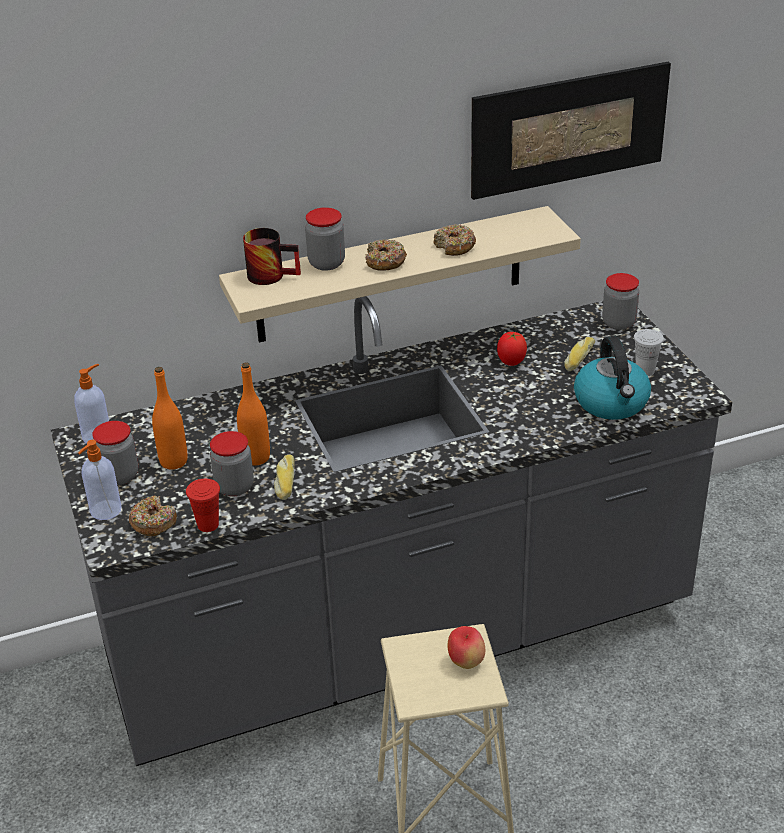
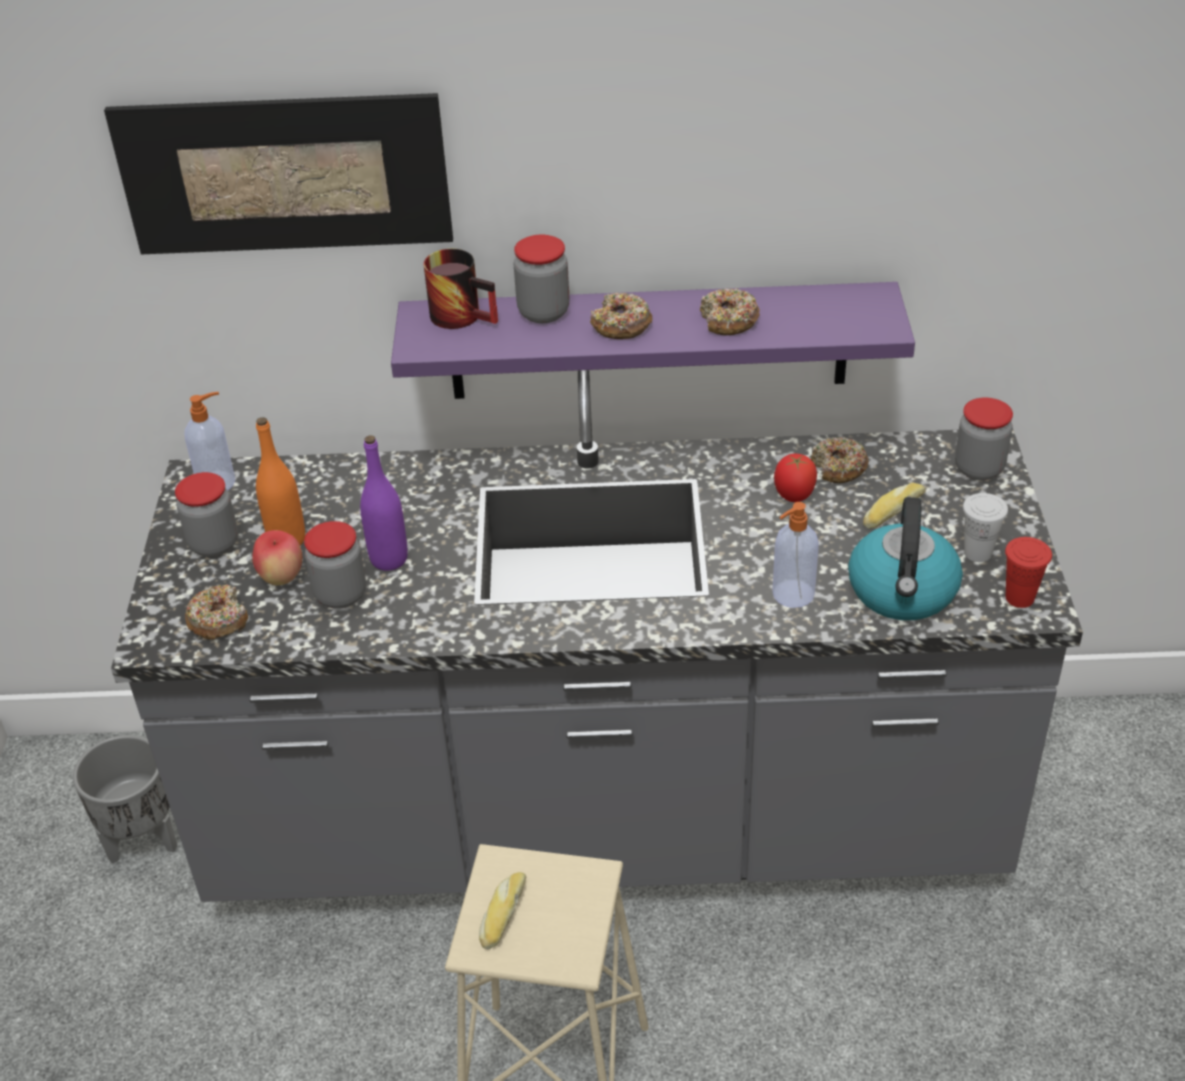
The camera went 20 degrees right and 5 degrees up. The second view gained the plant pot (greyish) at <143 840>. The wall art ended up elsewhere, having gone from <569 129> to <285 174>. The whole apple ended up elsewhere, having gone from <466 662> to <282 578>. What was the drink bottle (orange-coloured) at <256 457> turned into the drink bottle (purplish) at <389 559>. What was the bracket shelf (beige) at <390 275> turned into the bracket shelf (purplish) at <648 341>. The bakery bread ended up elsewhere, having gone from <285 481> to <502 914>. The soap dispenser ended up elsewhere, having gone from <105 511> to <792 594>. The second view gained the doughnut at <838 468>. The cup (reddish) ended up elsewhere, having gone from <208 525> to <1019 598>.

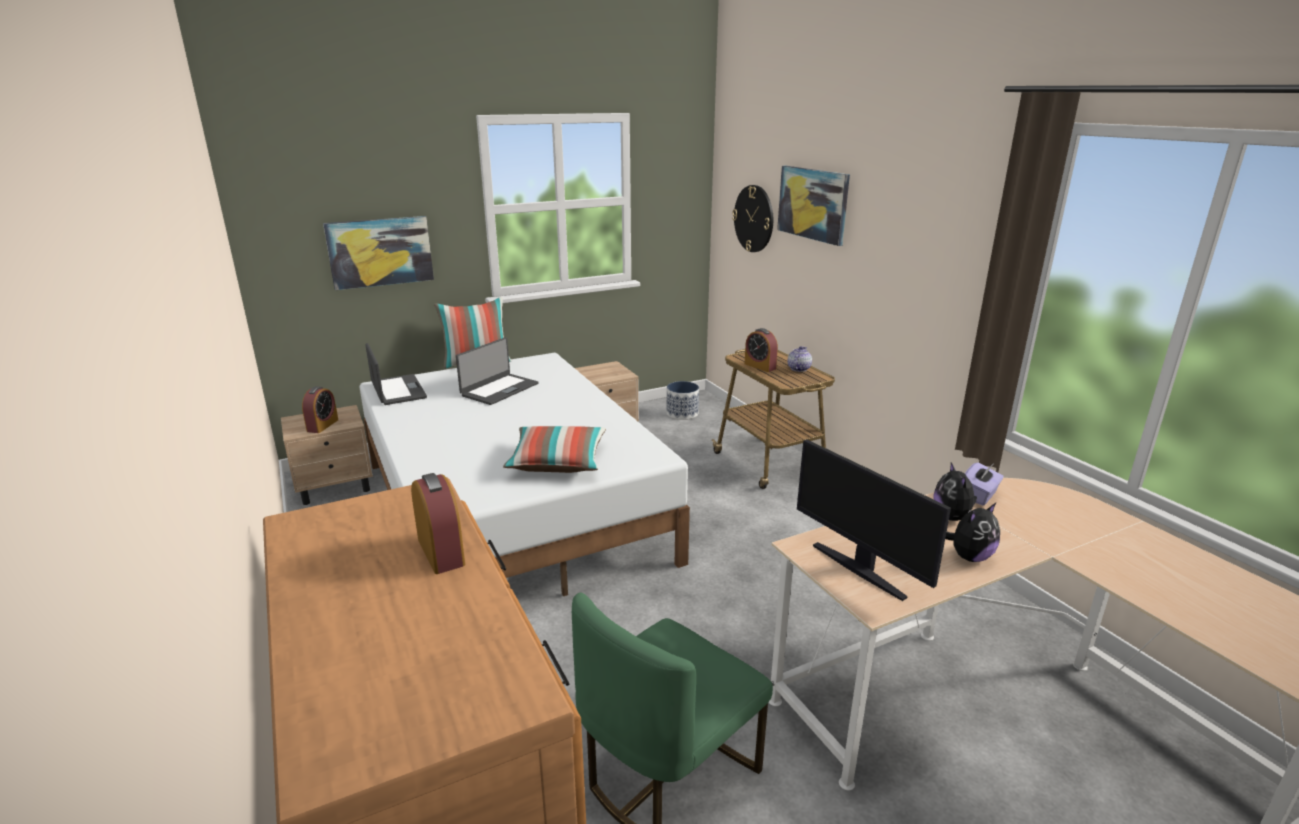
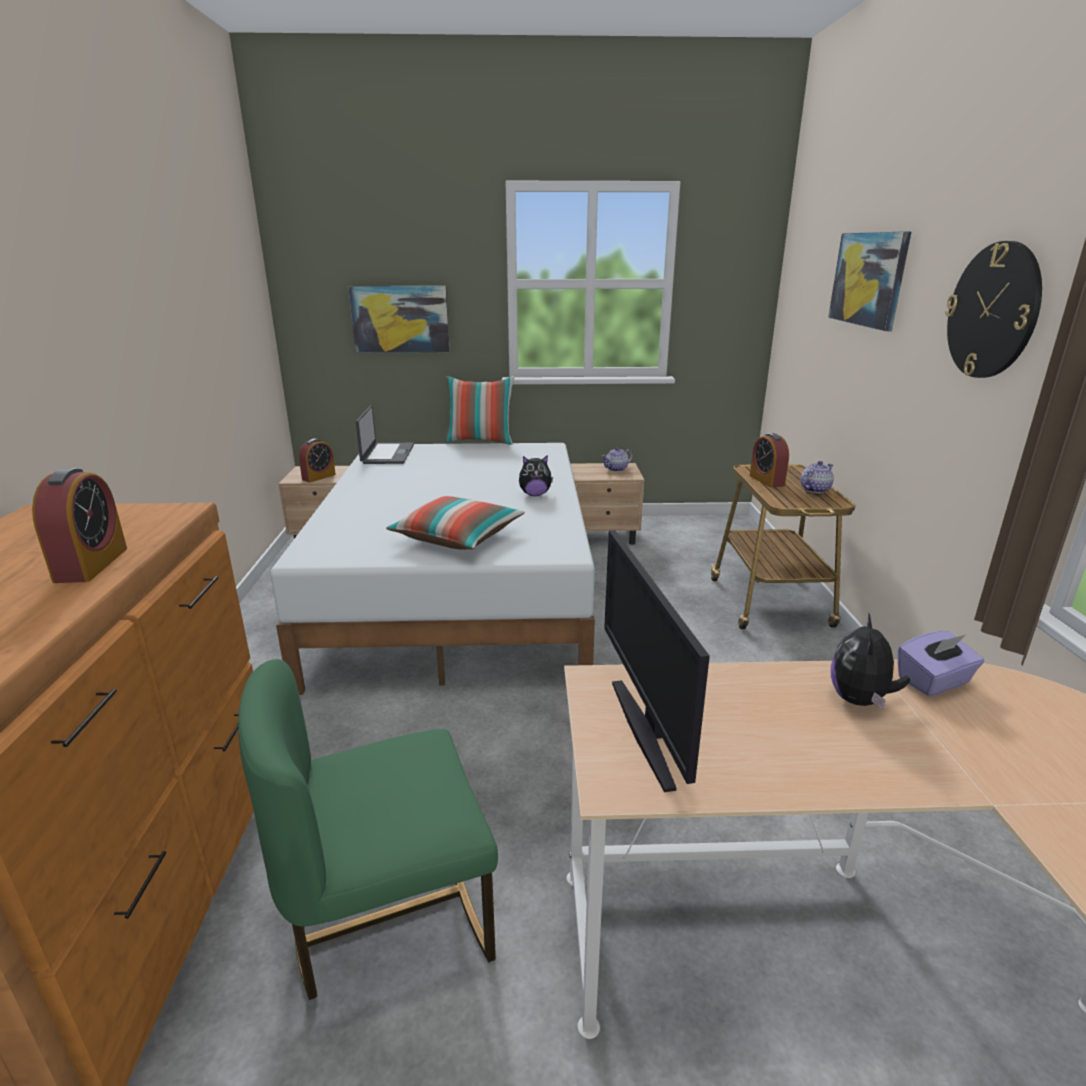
The camera went 25 degrees right and 0 degrees up. The soft toy ended up elsewhere, having gone from <969 557> to <535 494>. The second view gained the tea pot at <616 469>. The wall clock ended up elsewhere, having gone from <754 218> to <993 311>. The second view lost the notebook computer at <499 389>. The second view lost the plant pot at <682 413>.

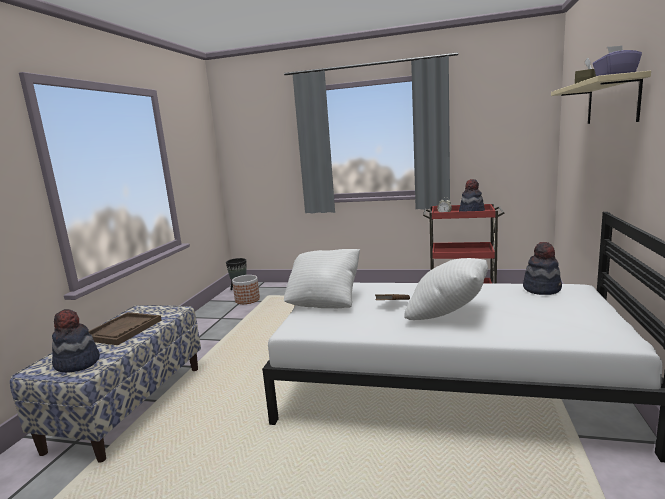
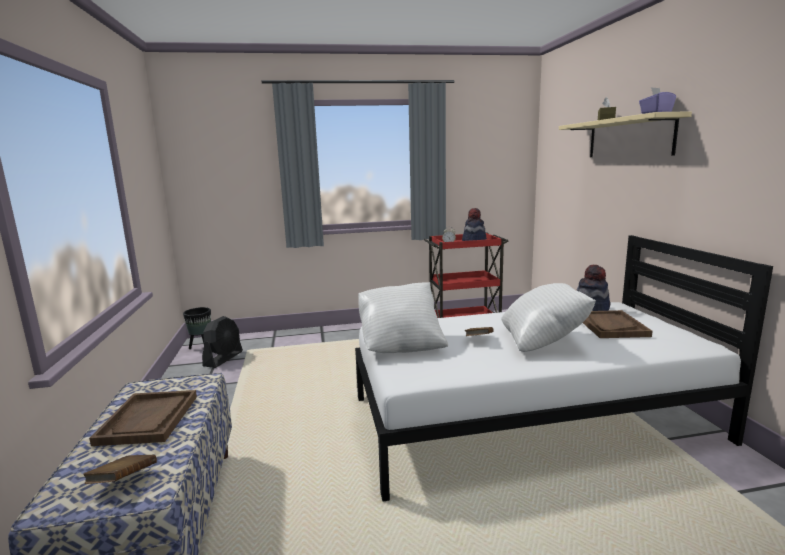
The camera went 25 degrees left and 0 degrees up. Where the hat stood at <77 363>, the book (brownish) came to stand at <123 481>. Where the plant pot stood at <247 300>, the cooling fan (black) came to stand at <223 358>. The second view gained the serving tray (brownish) at <611 326>.

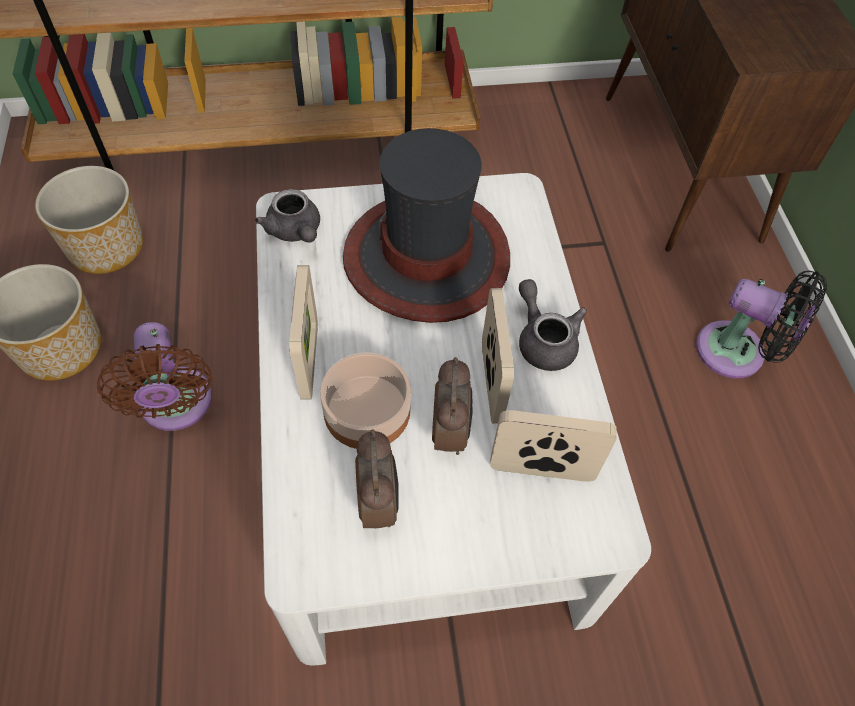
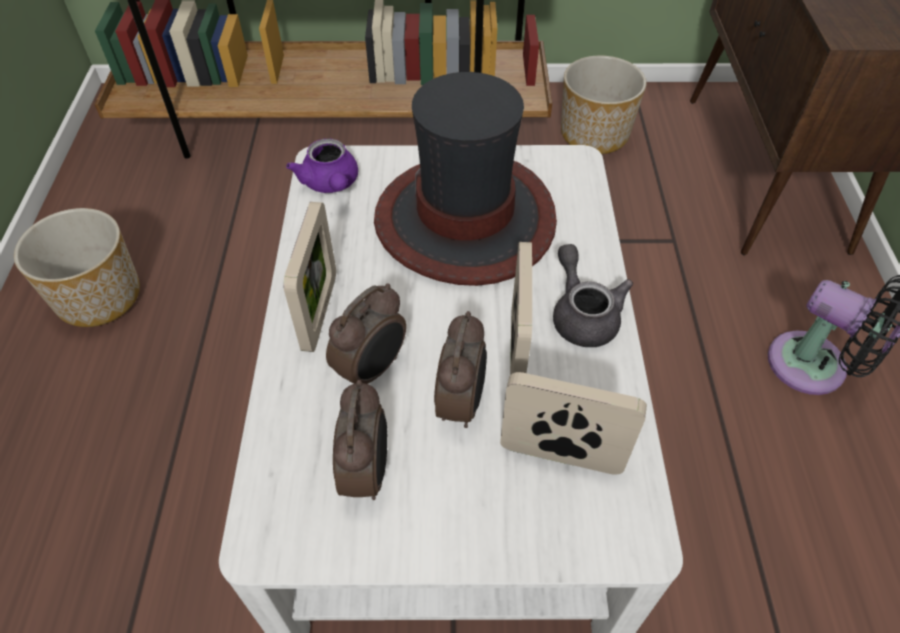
The camera went 10 degrees right and 5 degrees down. What was the tea pot (greyish) at <295 232> turned into the tea pot (purplish) at <331 184>. Where the serving bowl stood at <367 409>, the bedside clock came to stand at <373 369>. The plant pot ended up elsewhere, having gone from <107 248> to <595 135>. The second view lost the cooling fan (brownish) at <176 406>.

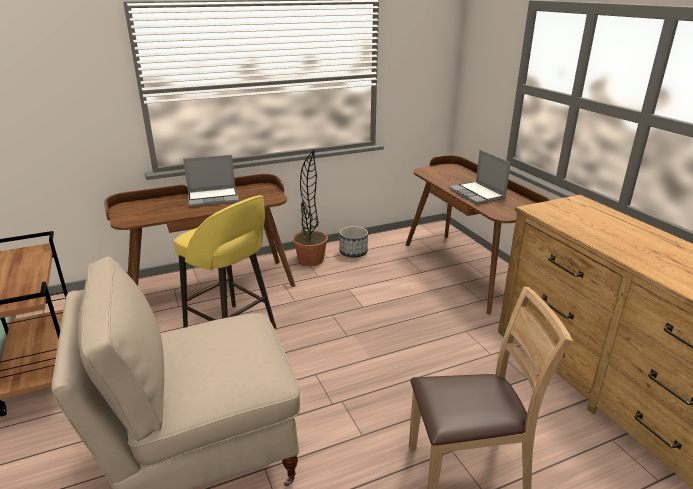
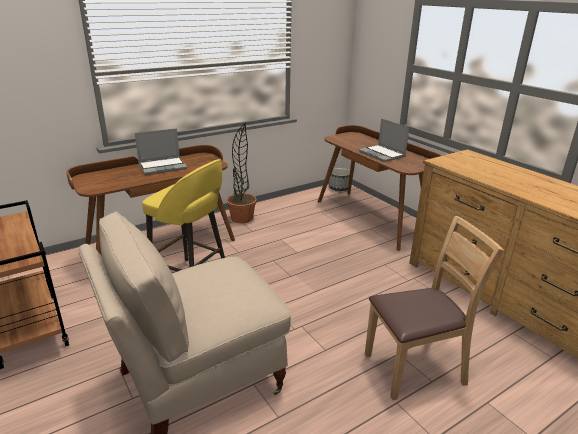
The camera went 10 degrees left and 0 degrees up. The plant pot ended up elsewhere, having gone from <353 252> to <339 188>.

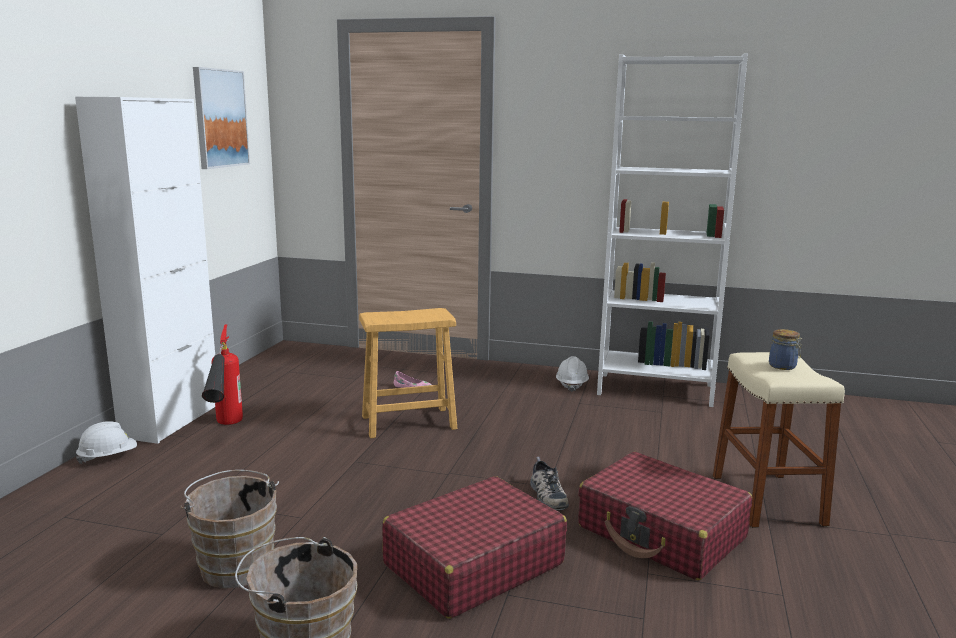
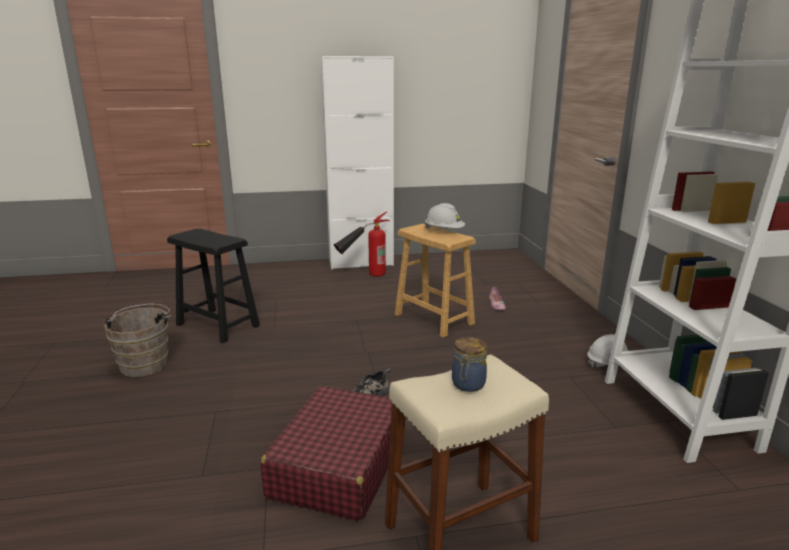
The camera went 65 degrees right and 5 degrees up. Where the pail (brownish) stood at <236 564>, the sitting stool (black) came to stand at <218 325>. The hard hat (white) ended up elsewhere, having gone from <108 457> to <444 231>. The second view lost the wall art at <220 118>. The second view lost the suitcase (reddish) at <473 564>.

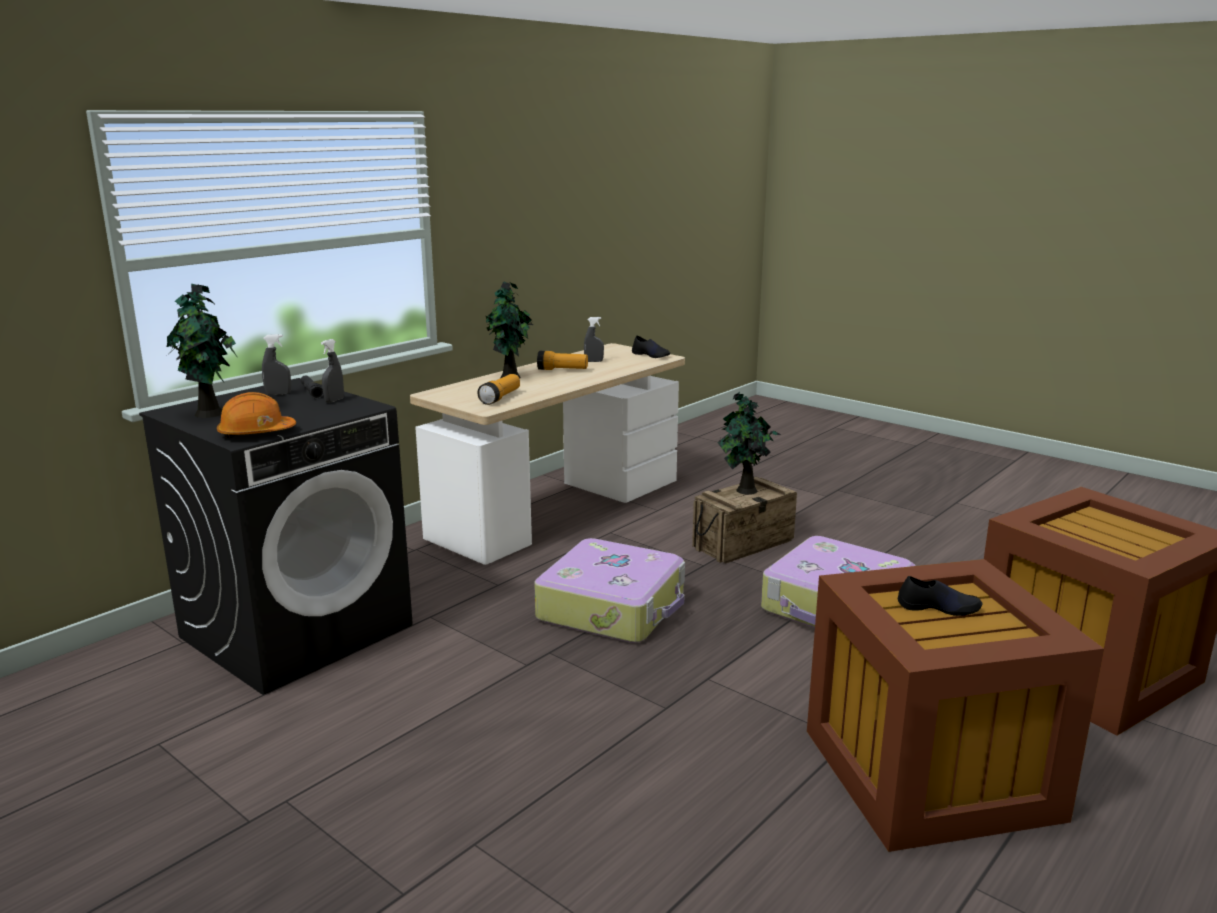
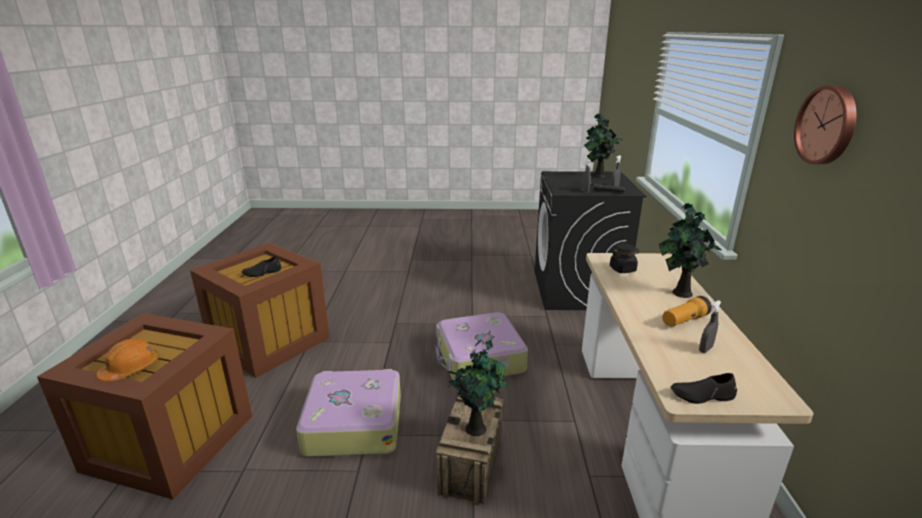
The camera went 140 degrees right and 5 degrees up. The hard hat (orange-coloured) ended up elsewhere, having gone from <256 433> to <131 369>. Where the torch stood at <500 398>, the jar (black) came to stand at <622 269>. The second view gained the wall clock at <827 125>.

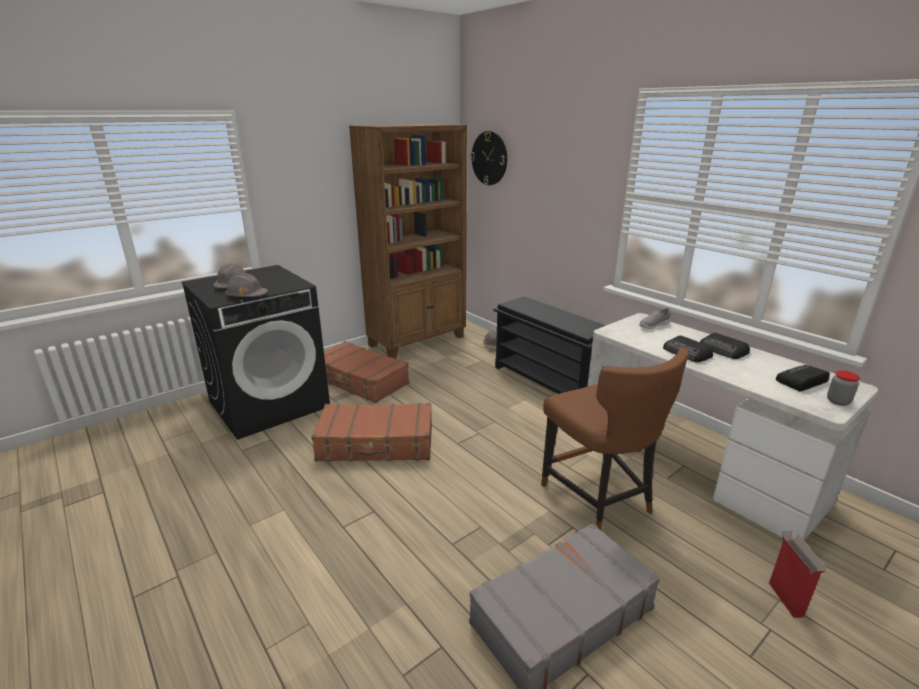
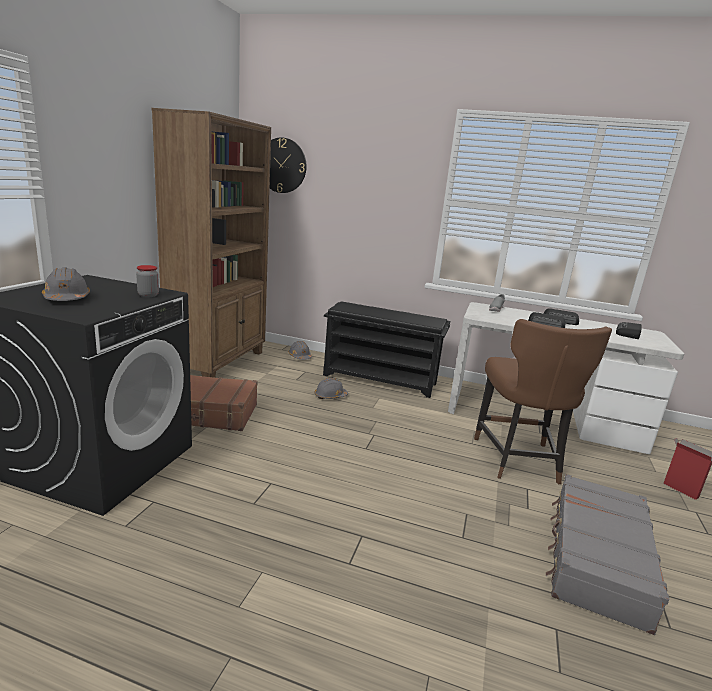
The camera went 35 degrees left and 5 degrees down. The jar ended up elsewhere, having gone from <838 401> to <148 295>. The hard hat (greyish) ended up elsewhere, having gone from <246 296> to <330 396>. The upright chair (brownish) at <599 498> ended up facing another way, 60 degrees clockwise from before. The second view lost the suitcase (brownish) at <376 444>.

